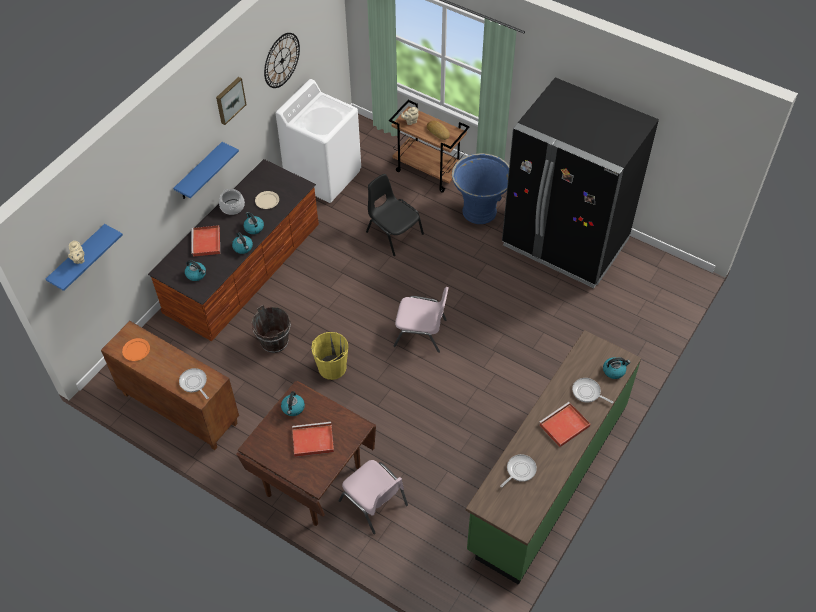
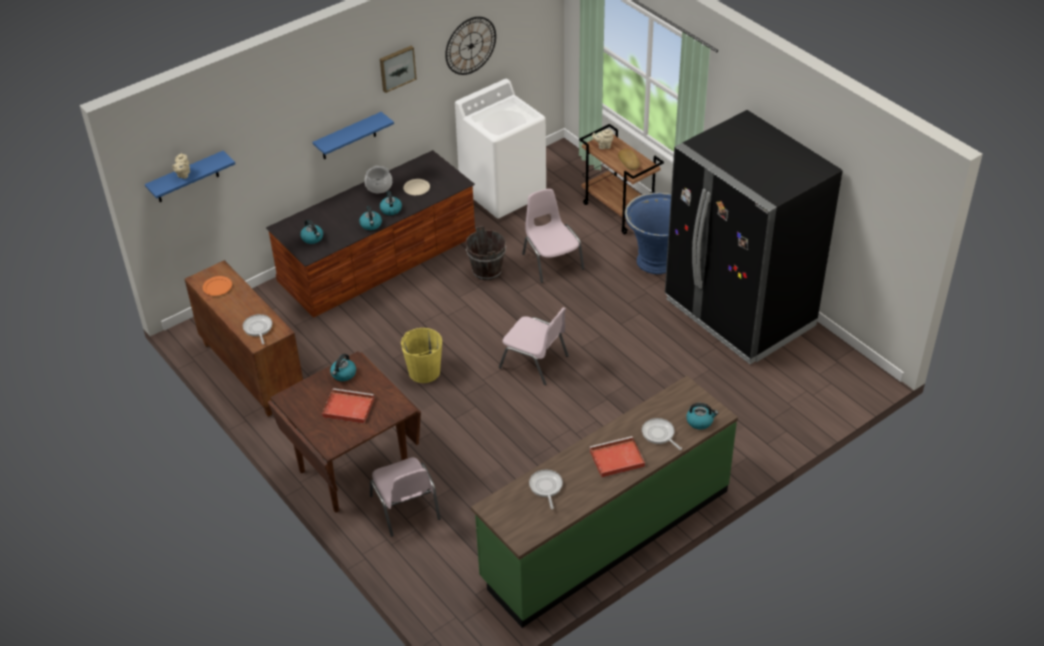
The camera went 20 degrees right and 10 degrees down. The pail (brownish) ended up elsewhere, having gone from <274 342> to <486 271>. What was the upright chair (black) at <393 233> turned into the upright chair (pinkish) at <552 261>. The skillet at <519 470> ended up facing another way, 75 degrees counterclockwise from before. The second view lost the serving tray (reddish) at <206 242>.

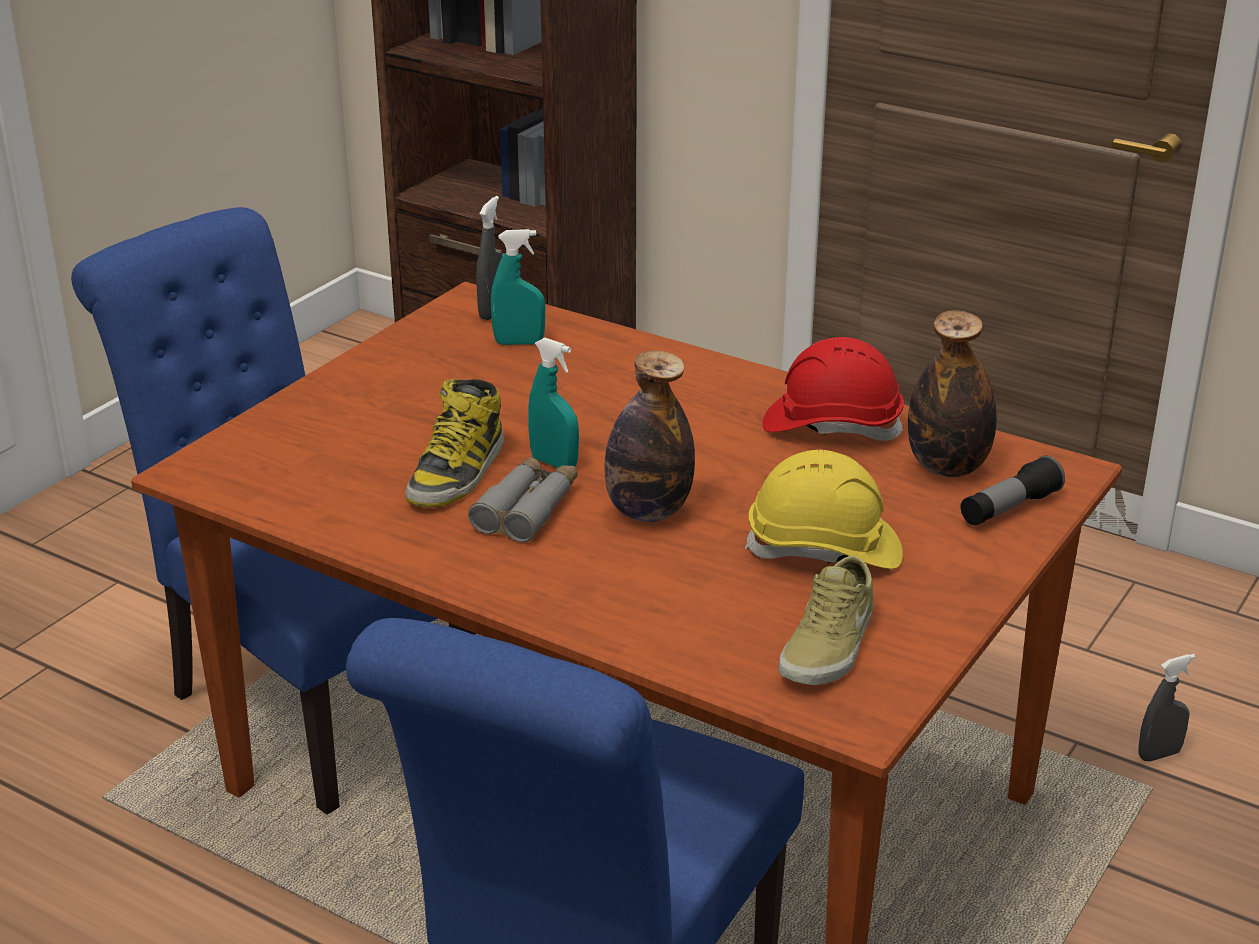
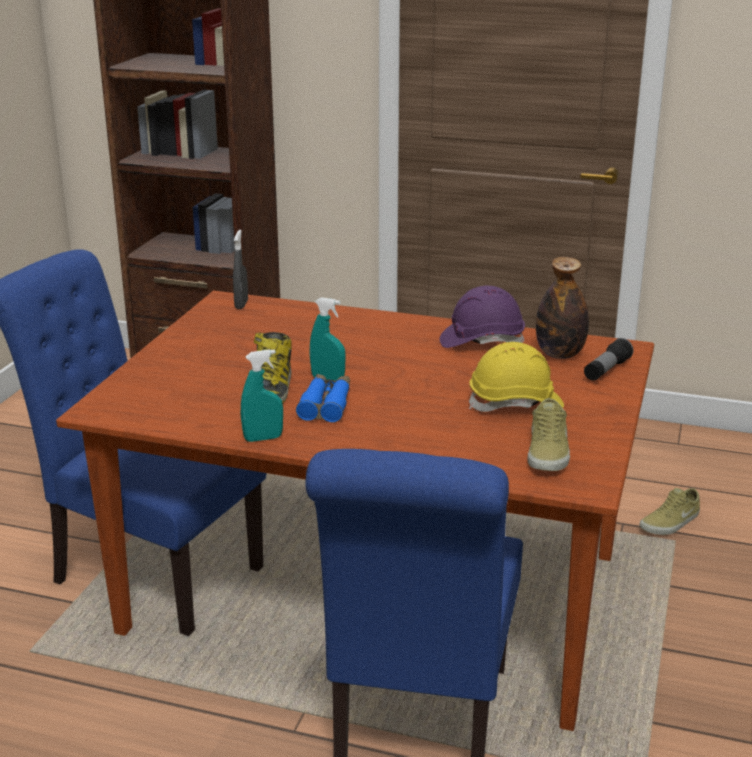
The camera went 15 degrees left and 5 degrees down. The spray bottle (blue-green) ended up elsewhere, having gone from <519 342> to <263 438>. What was the pair of binoculars (greyish) at <527 509> turned into the pair of binoculars (blue) at <326 405>. What was the hard hat (reddish) at <831 426> turned into the hard hat (purplish) at <481 341>. Where the spray bottle (greyish) stood at <1159 754>, the low shoe (beige) came to stand at <670 523>. The second view lost the drink bottle at <648 511>.

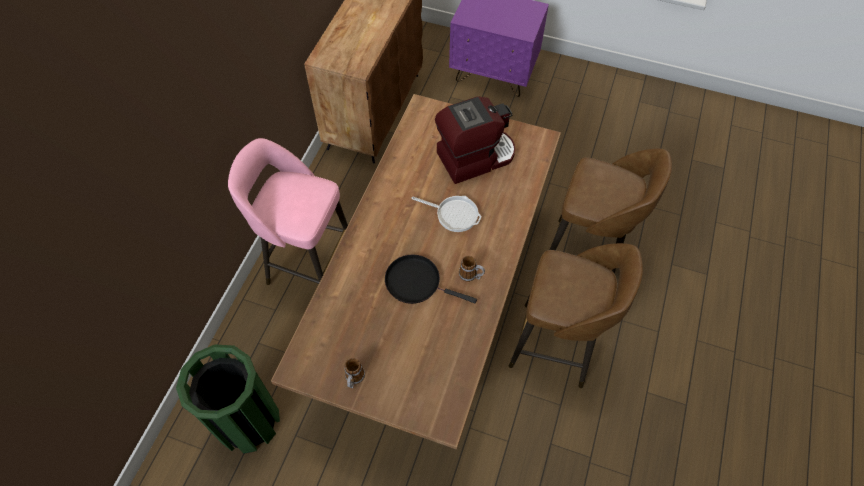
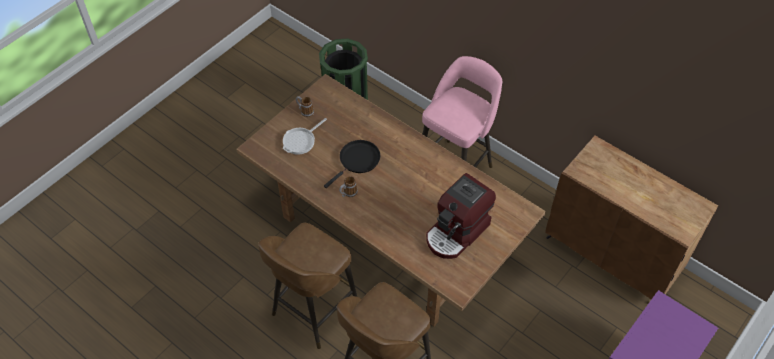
The camera went 110 degrees right and 5 degrees down. The skillet ended up elsewhere, having gone from <454 214> to <301 141>. The coffee maker at <475 157> ended up facing another way, 45 degrees clockwise from before.

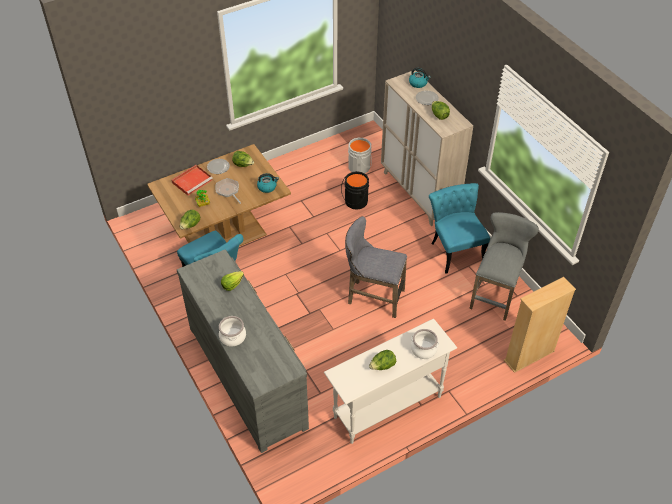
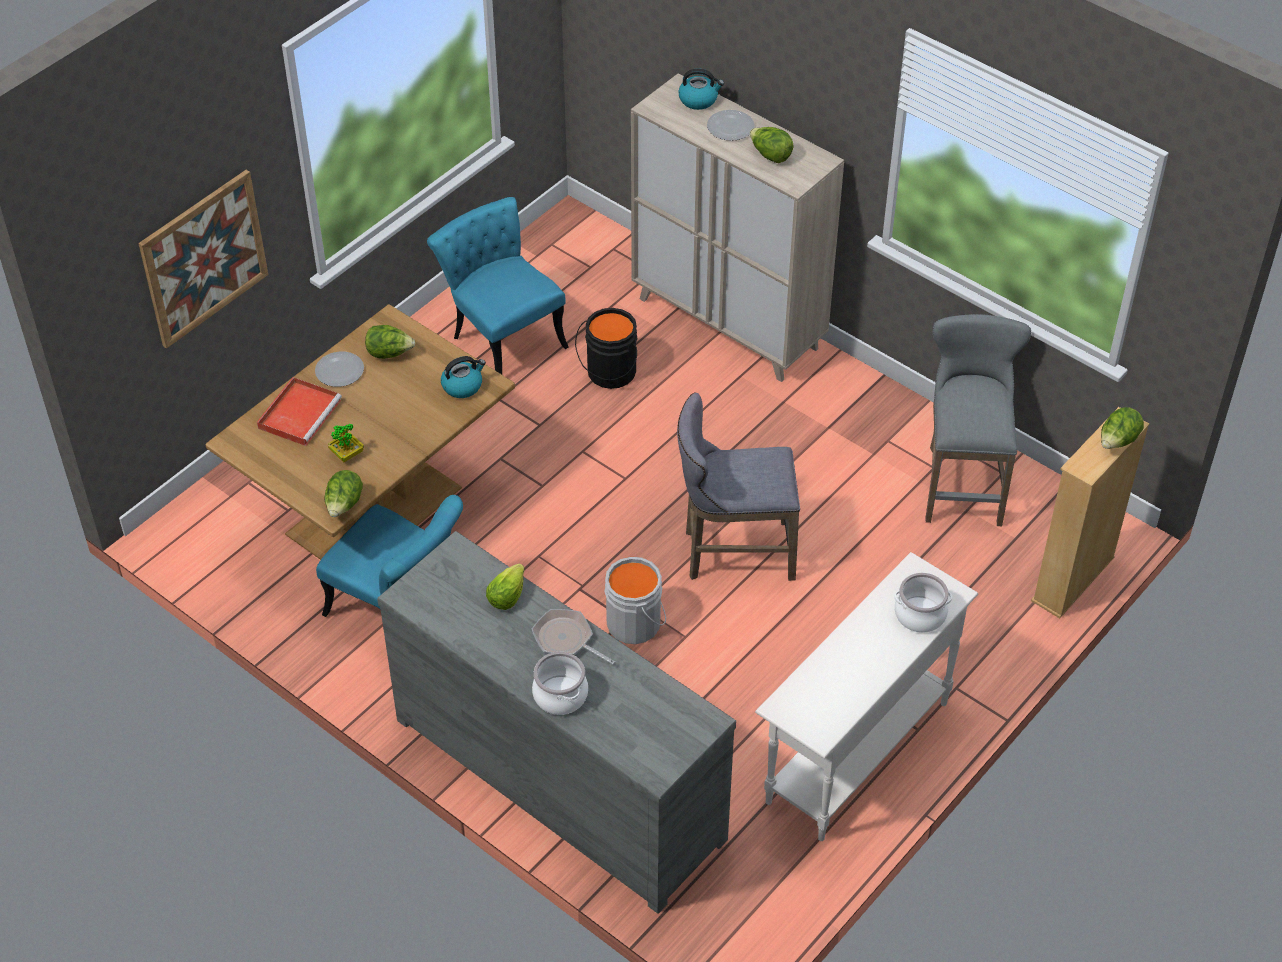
The camera went 20 degrees left and 0 degrees up. The second view gained the wall art at <204 258>. The upright chair (blue-green) ended up elsewhere, having gone from <455 249> to <502 336>. The skillet ended up elsewhere, having gone from <228 191> to <566 640>. The pail (greyish) ended up elsewhere, having gone from <360 167> to <636 622>. The lettuce head ended up elsewhere, having gone from <382 366> to <1118 442>.

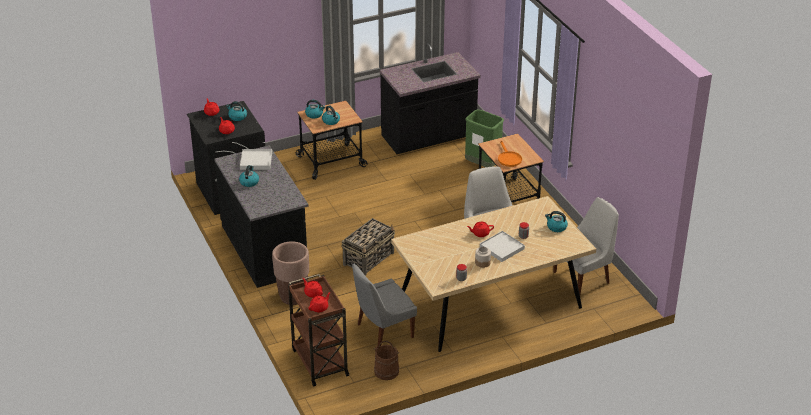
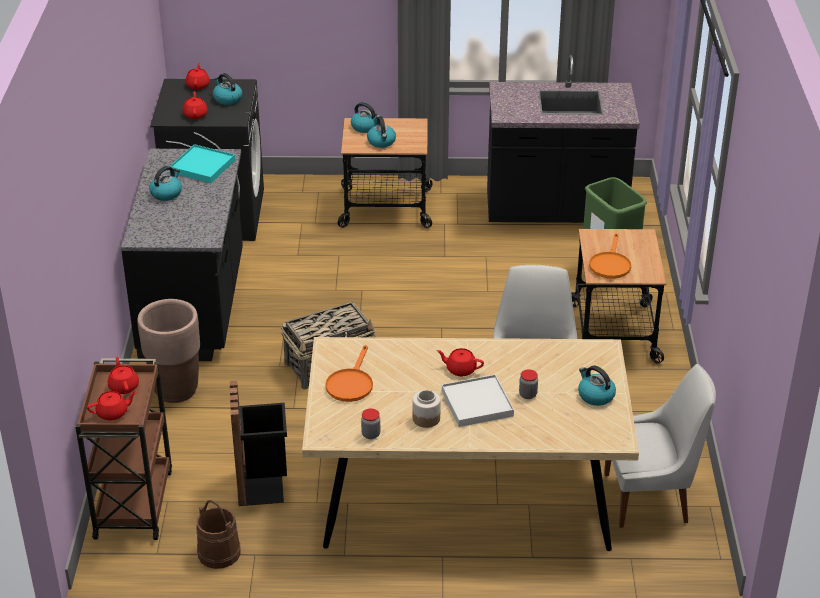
The camera went 25 degrees right and 0 degrees up. What was the serving tray (white) at <256 161> turned into the serving tray (blue-green) at <202 166>. Where the upright chair (greyish) stood at <383 331>, the trash can (black) came to stand at <263 486>. The second view gained the skillet (orange-coloured) at <351 383>.

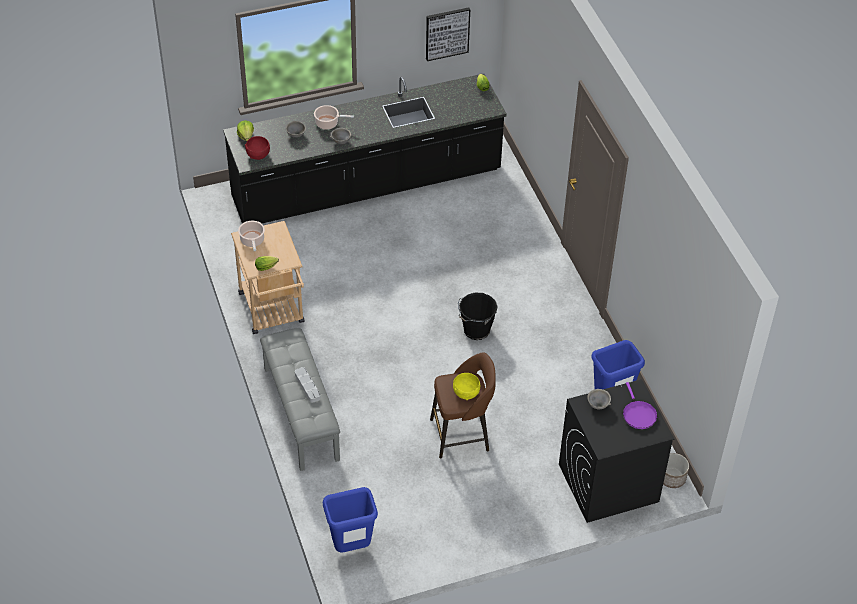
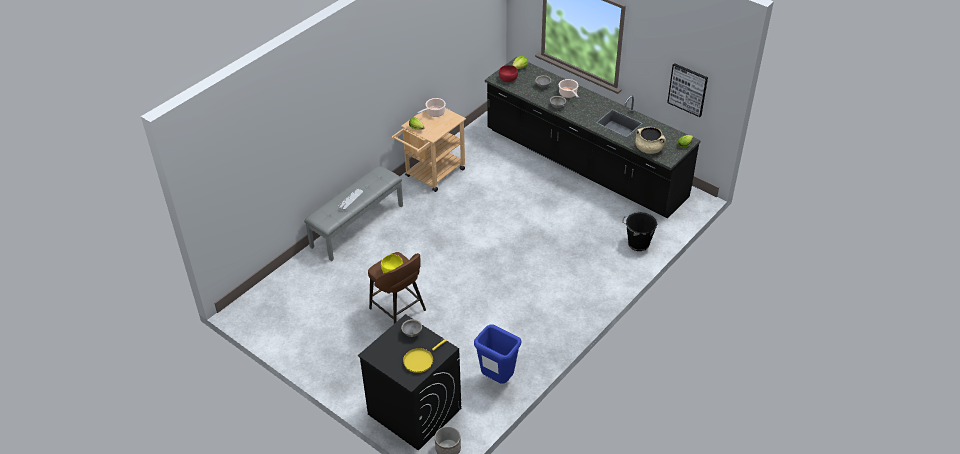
The camera went 60 degrees right and 5 degrees down. What was the skillet (purplish) at <638 414> turned into the skillet (yellow) at <420 360>. The pail (black) ended up elsewhere, having gone from <475 331> to <637 243>. The second view gained the saucepot (beige) at <649 149>. The second view lost the trash can (blue) at <351 547>.

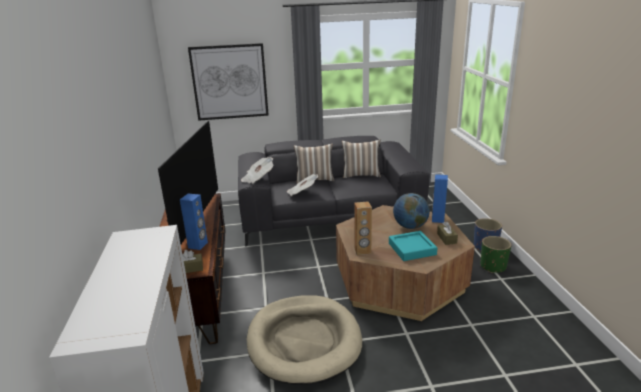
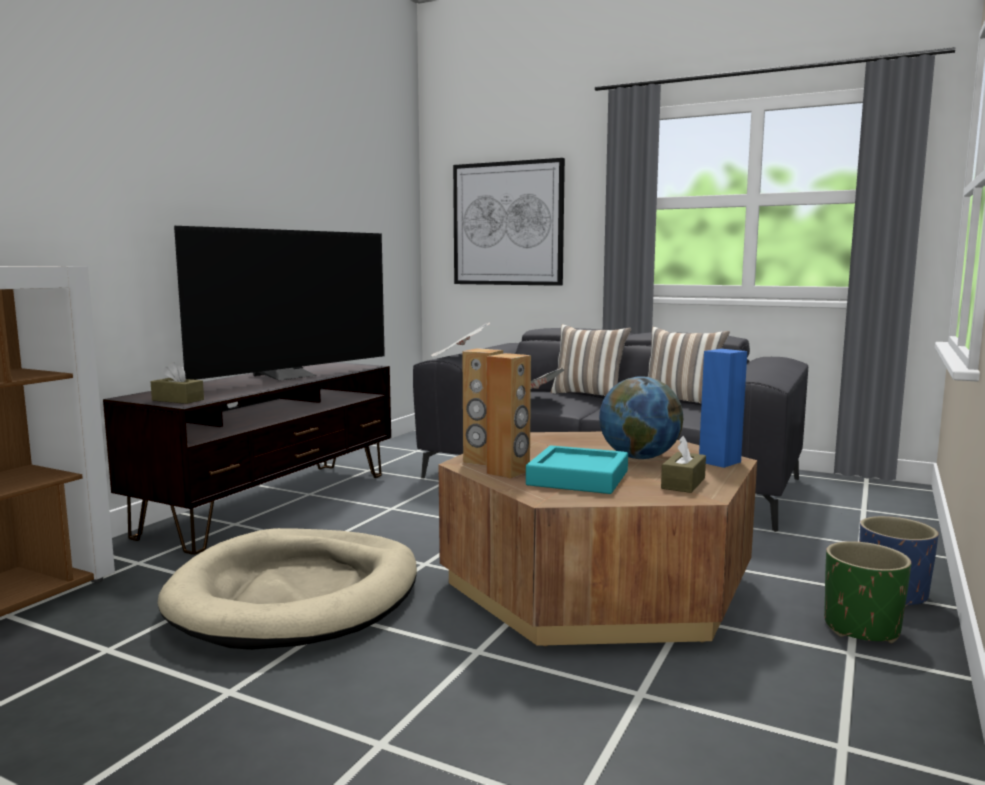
The camera went 35 degrees right and 15 degrees down. The second view gained the speaker (brownish) at <508 472>. The second view lost the speaker (blue) at <198 245>.

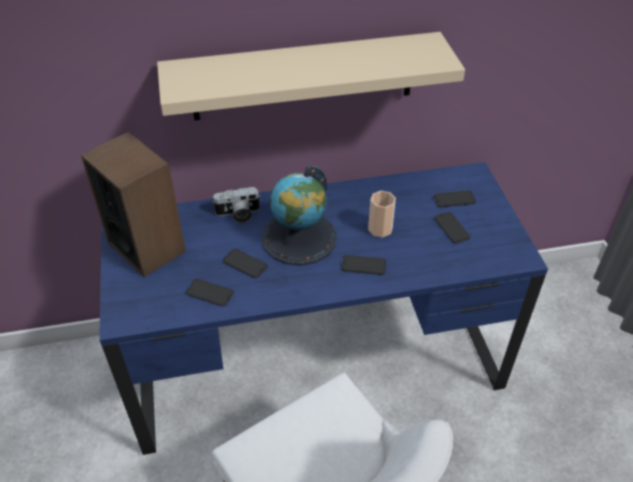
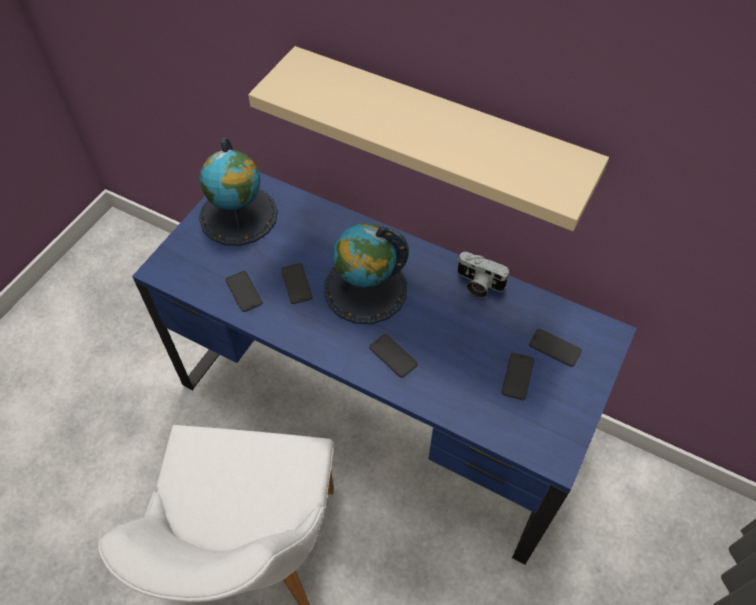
The camera went 40 degrees right and 10 degrees up. Where the speaker stood at <147 246>, the desk globe came to stand at <239 215>. The still camera ended up elsewhere, having gone from <238 214> to <478 284>. The second view lost the cup at <380 229>.

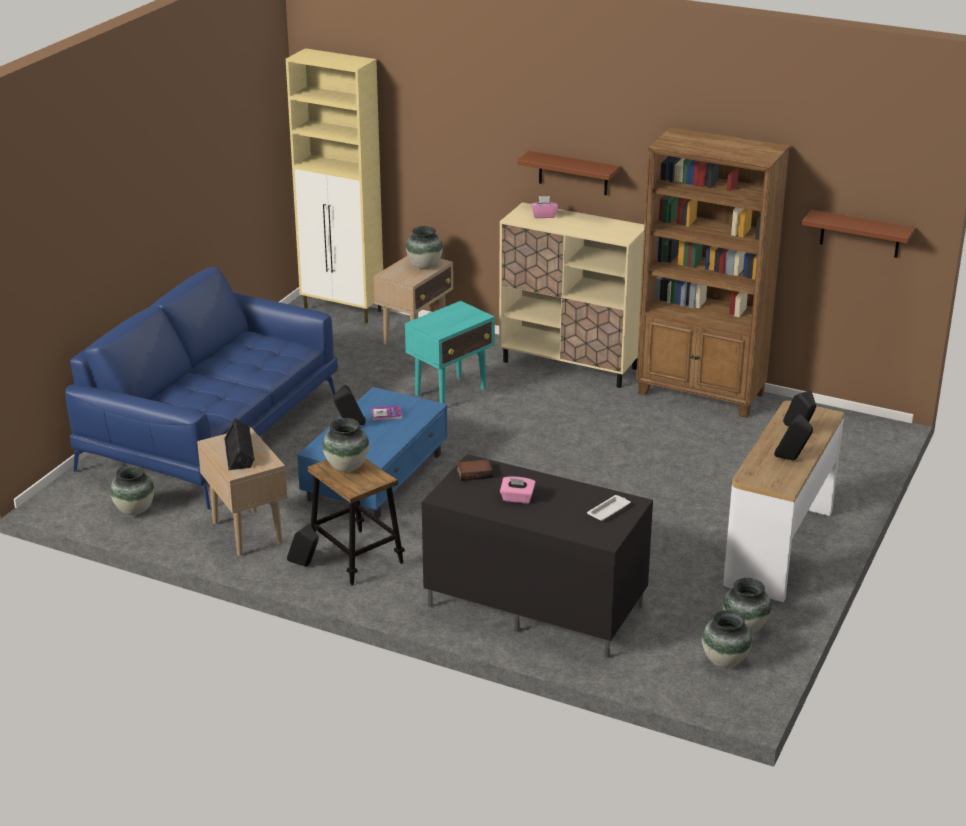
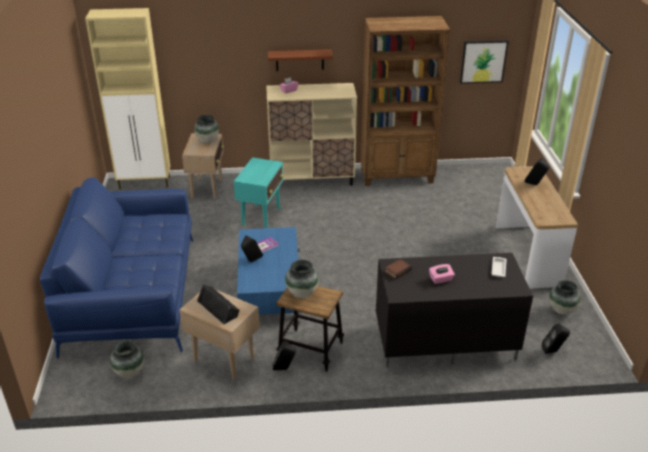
The camera went 30 degrees left and 5 degrees up. Where the bracket shelf (brownish) hung at <860 234>, the wall art came to hang at <483 61>. The speaker (black) ended up elsewhere, having gone from <792 459> to <553 351>. The second view lost the flower vase at <725 661>.

